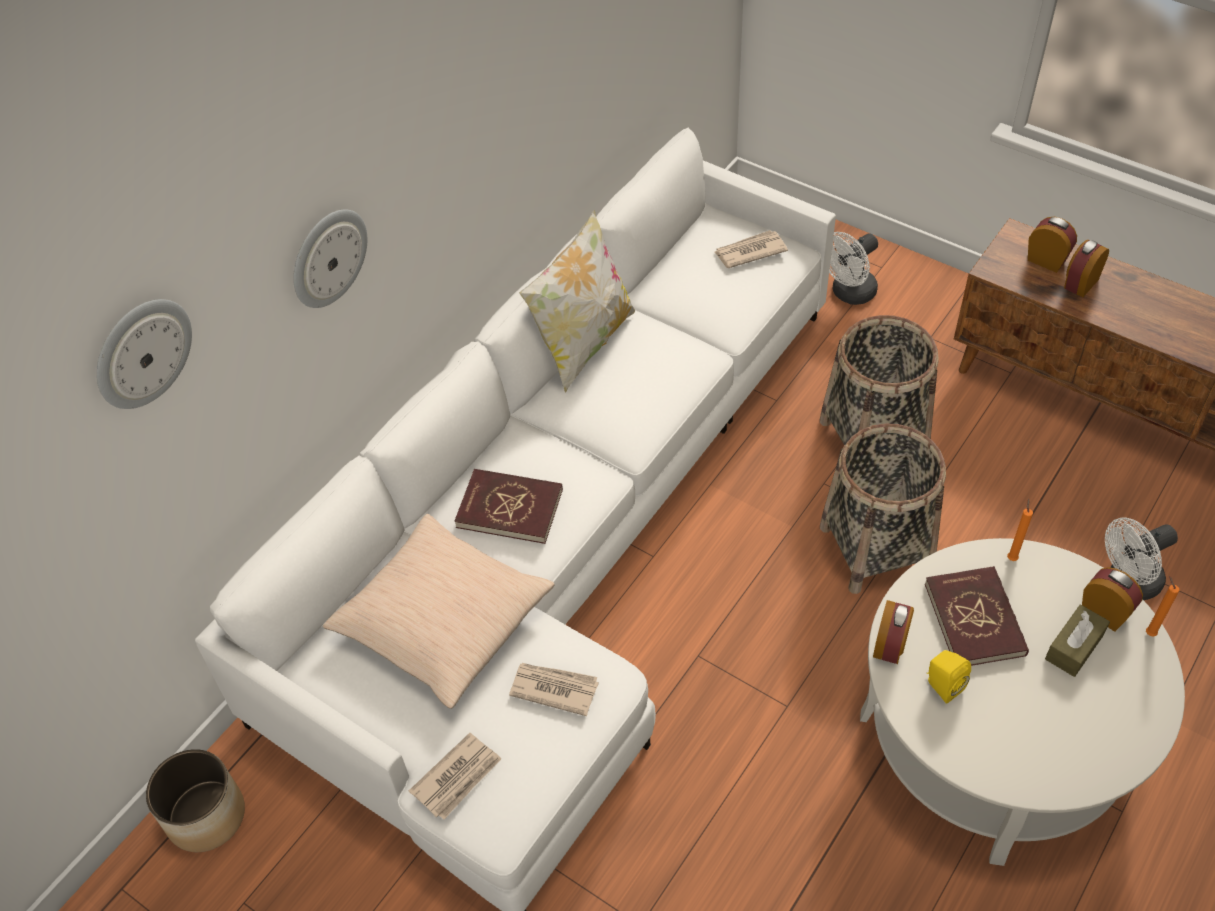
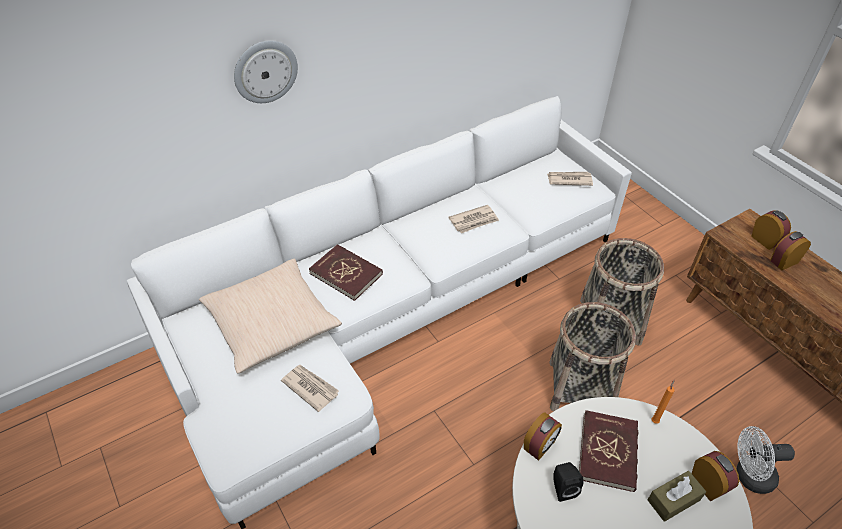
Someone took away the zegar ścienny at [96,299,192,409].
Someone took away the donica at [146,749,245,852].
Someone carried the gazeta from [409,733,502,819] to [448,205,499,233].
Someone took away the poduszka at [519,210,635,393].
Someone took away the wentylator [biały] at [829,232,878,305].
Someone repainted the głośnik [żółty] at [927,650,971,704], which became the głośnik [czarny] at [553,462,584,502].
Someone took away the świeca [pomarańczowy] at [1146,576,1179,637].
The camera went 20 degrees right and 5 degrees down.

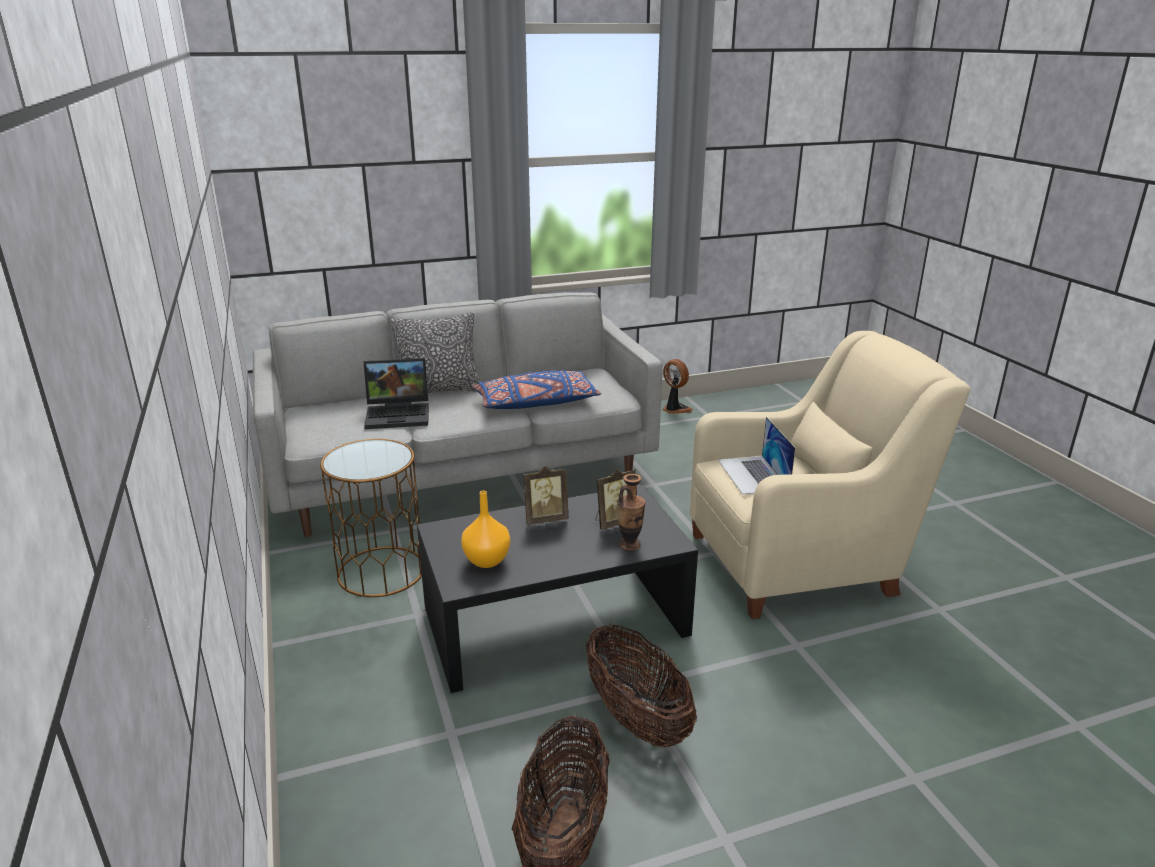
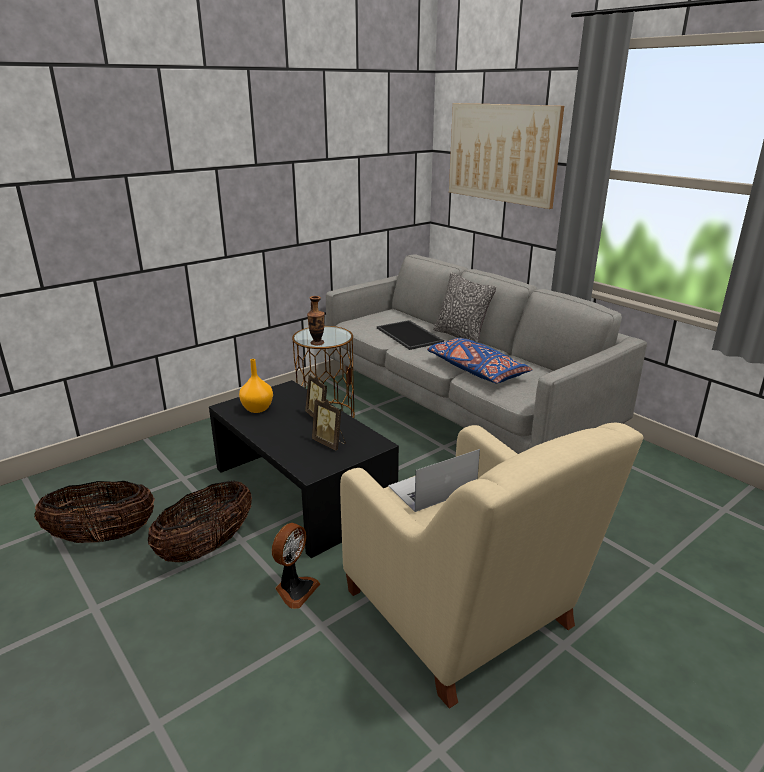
Someone swapped the laptop at [364,358,429,429] for the taca at [377,320,444,350].
Someone carried the wazon from [617,474,646,550] to [307,296,325,345].
Someone carried the wentylator from [662,359,693,414] to [272,523,320,609].
Someone put up the obraz at [449,103,564,209].
The camera went 70 degrees right and 0 degrees up.

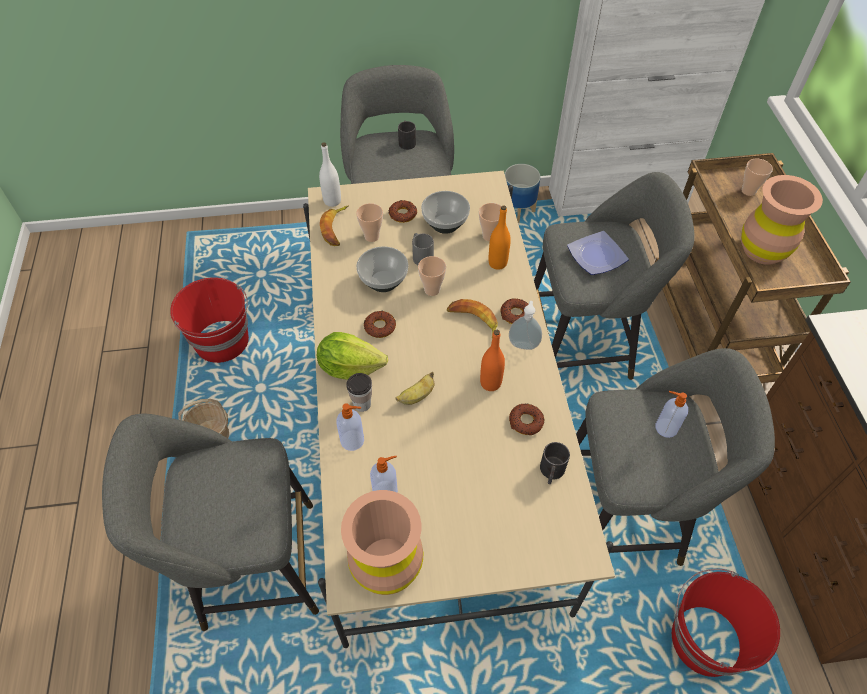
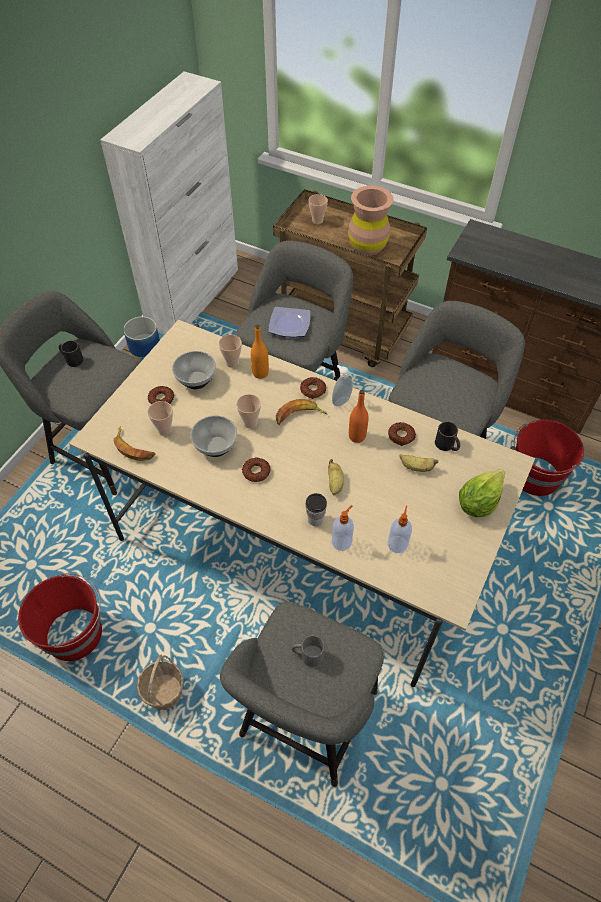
Someone carried the sałata from [317,332,388,380] to [459,469,505,517].
Someone took away the butelka [biały] at [319,142,341,207].
Someone took away the wazon [brązowy] at [341,490,423,595].
Someone carried the kubek [szary] from [412,233,434,265] to [292,635,324,667].
Someone took away the dozownik mydła at [656,391,688,438].
Someone put down the banan at [399,454,438,472].
The camera went 55 degrees left and 0 degrees up.

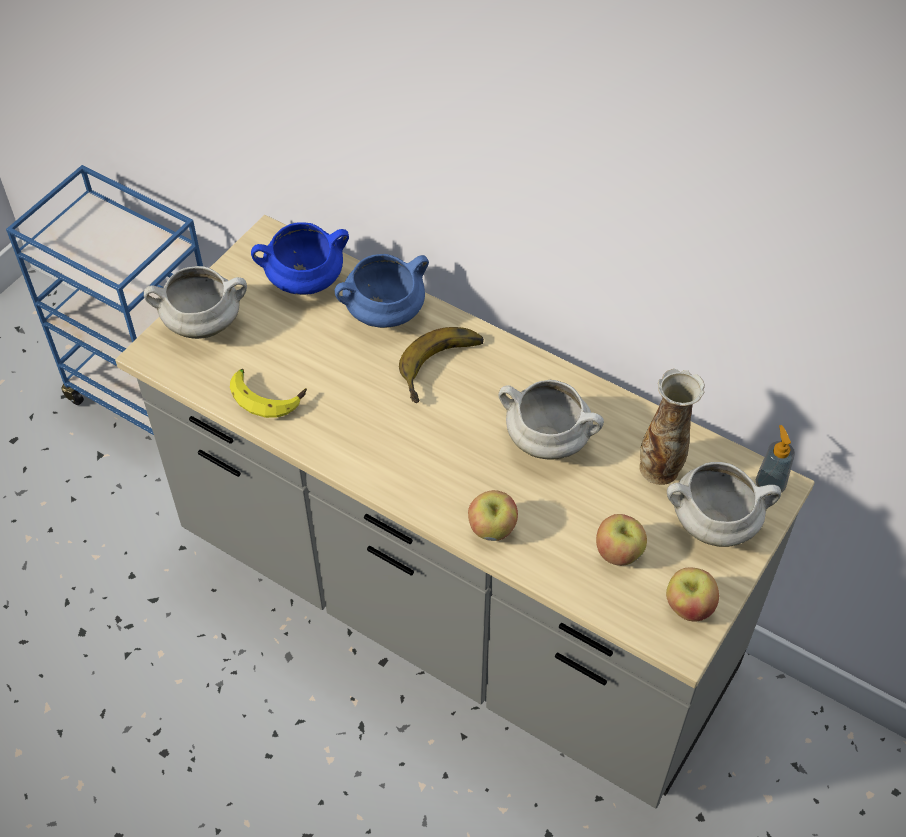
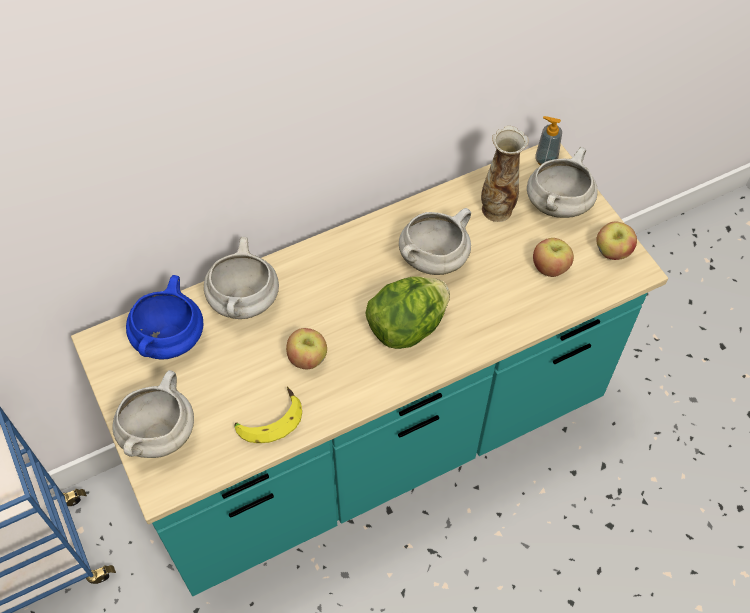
Someone repainted the zabudowa kuchenna [szary] at [115,215,815,809], which became the zabudowa kuchenna [turkusowy] at [71,144,668,596].
Someone repainted the garnek [niebieski] at [335,254,429,328], which became the garnek [biały] at [204,237,279,319].
Someone took away the banan at [399,327,484,403].
Someone carried the jabłko from [468,490,518,541] to [286,328,327,369].
Someone put down the sałata at [365,276,450,349].
The camera went 60 degrees left and 5 degrees up.

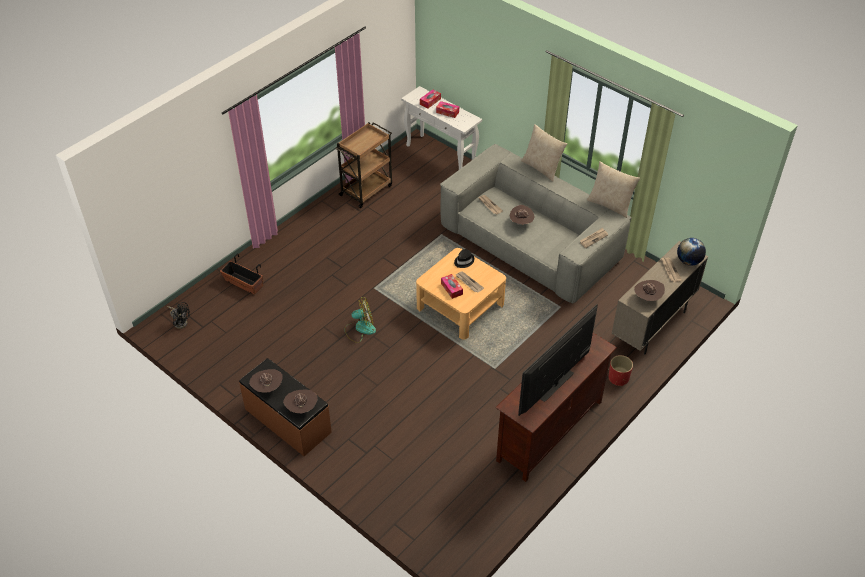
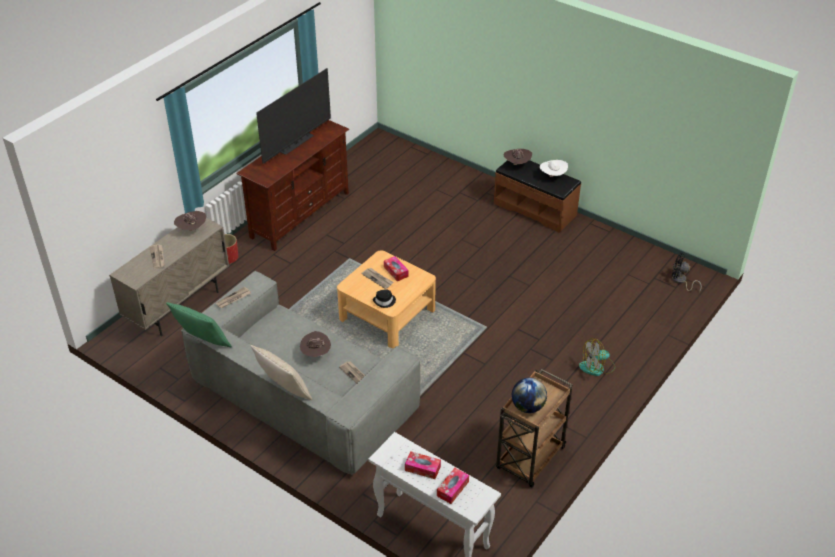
Someone took away the donica at [220,254,263,295].
Someone repainted the kapelusz [brązowy] at [249,369,283,393], which became the kapelusz [biały] at [540,160,568,177].
Someone carried the wentylator from [345,297,376,343] to [579,338,615,376].
Someone repainted the poduszka [beżowy] at [587,162,640,218], which became the poduszka [zielony] at [166,302,232,347].
Someone carried the globus from [677,238,706,266] to [512,378,547,413].
The camera went 175 degrees right and 5 degrees down.

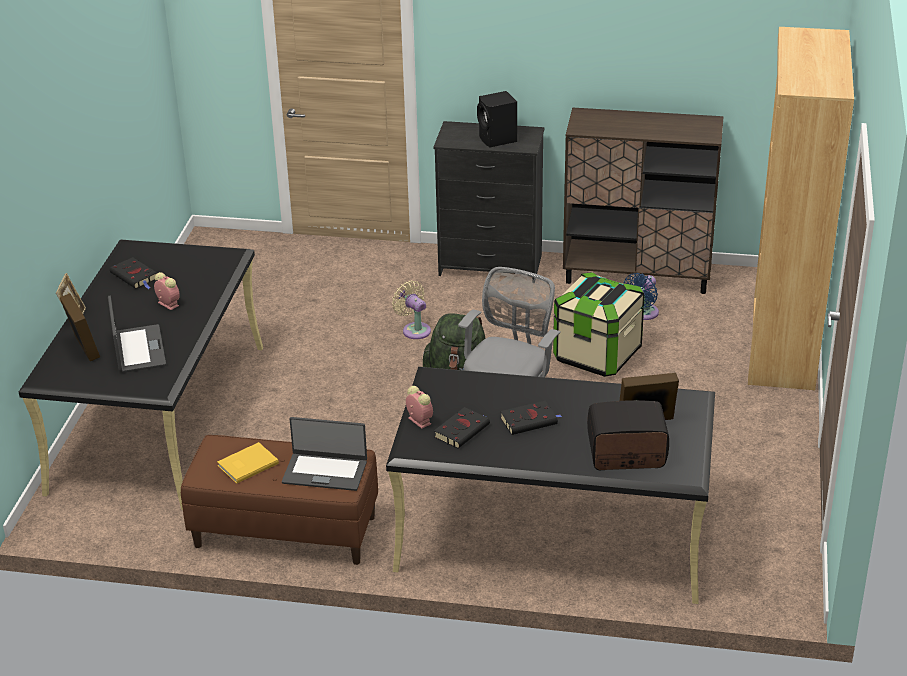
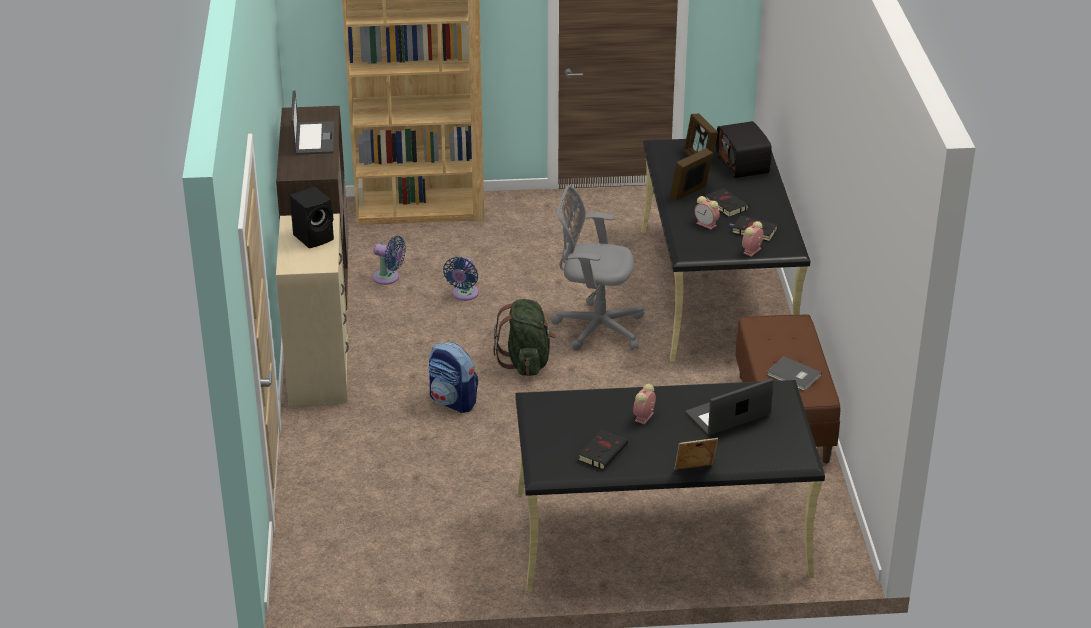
Someone carried the ramka na zdjęcie from [60,293,100,361] to [670,148,713,201].
Someone repainted the książka [żółty] at [217,442,279,483], which became the książka [szary] at [767,357,822,391].
Someone carried the laptop from [282,417,367,491] to [291,91,334,155].
Someone swapped the wentylator [beżowy] at [392,281,431,339] for the plecak at [429,342,478,413].
Someone repainted the komoda [czarny] at [433,121,545,279], which became the komoda [beżowy] at [276,214,349,406].
Someone swapped the pojemnik do przechowywania at [553,272,645,377] for the wentylator [niebieski] at [443,257,479,301].
Someone put down the budzik at [695,196,720,230].
The camera went 105 degrees left and 0 degrees up.

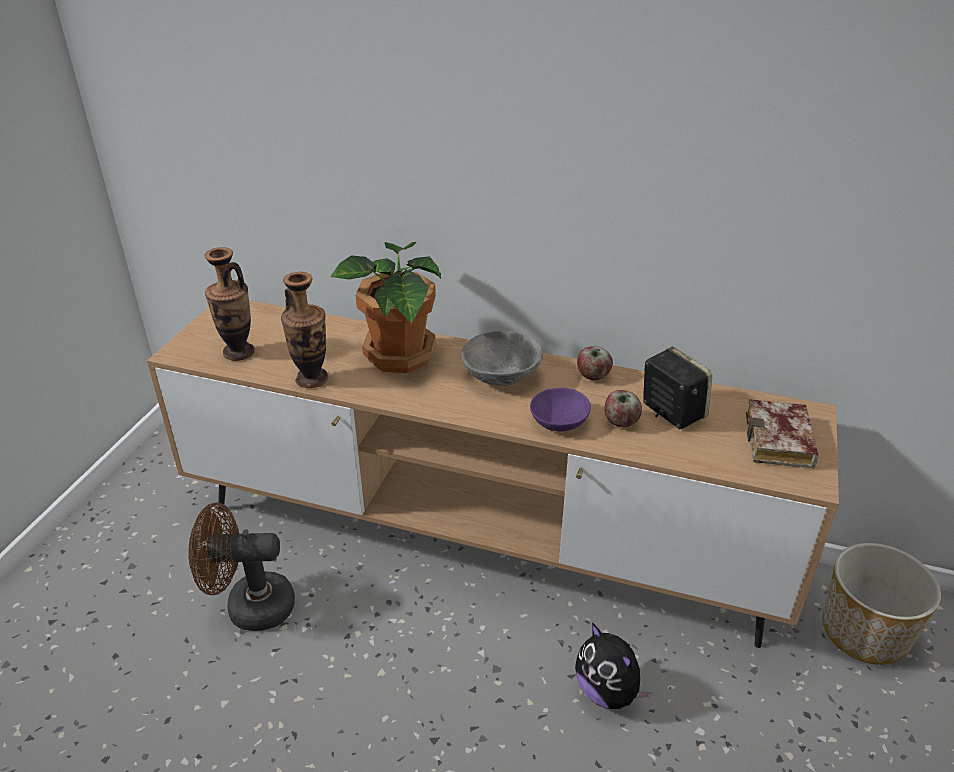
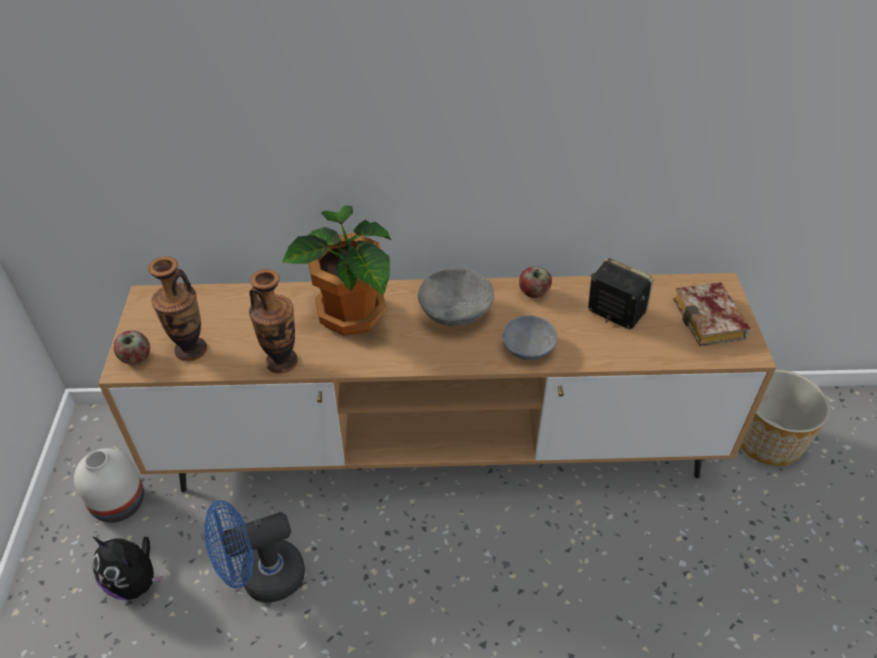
Someone repainted the wentylator [brązowy] at [188,502,295,631], which became the wentylator [niebieski] at [204,500,305,603].
Someone repainted the miska [fioletowy] at [530,388,591,432], which became the miska [szary] at [502,315,557,360].
Someone carried the pluszak from [575,622,652,709] to [92,537,165,600].
Someone carried the jabłko from [604,390,642,427] to [114,331,150,365].
Someone put down the wazon [biały] at [74,448,144,523].
The camera went 20 degrees left and 10 degrees up.

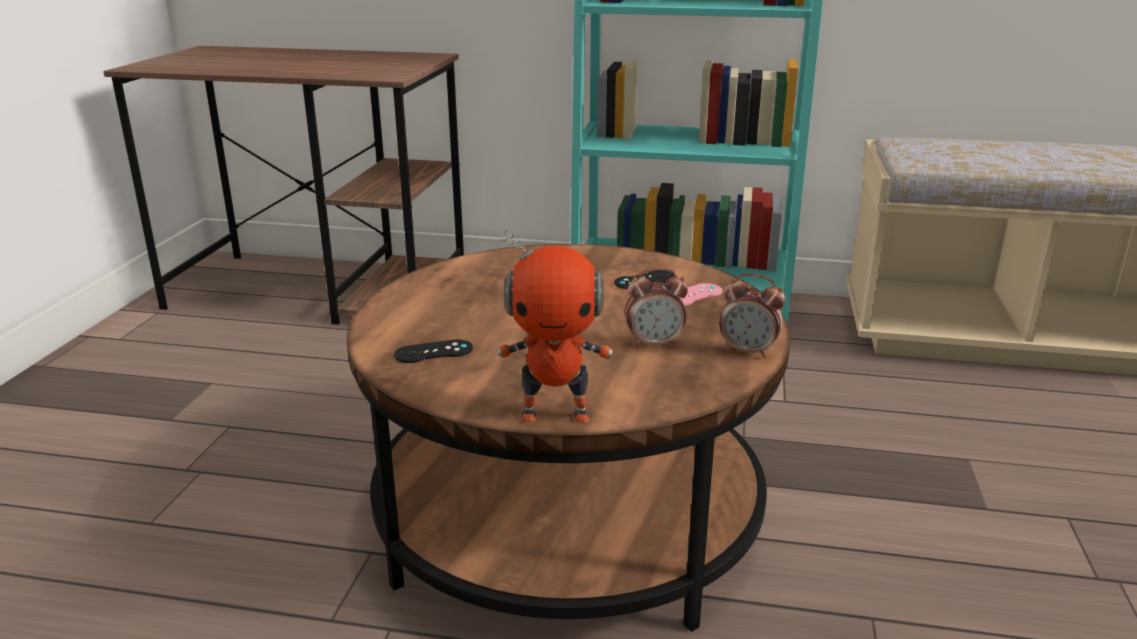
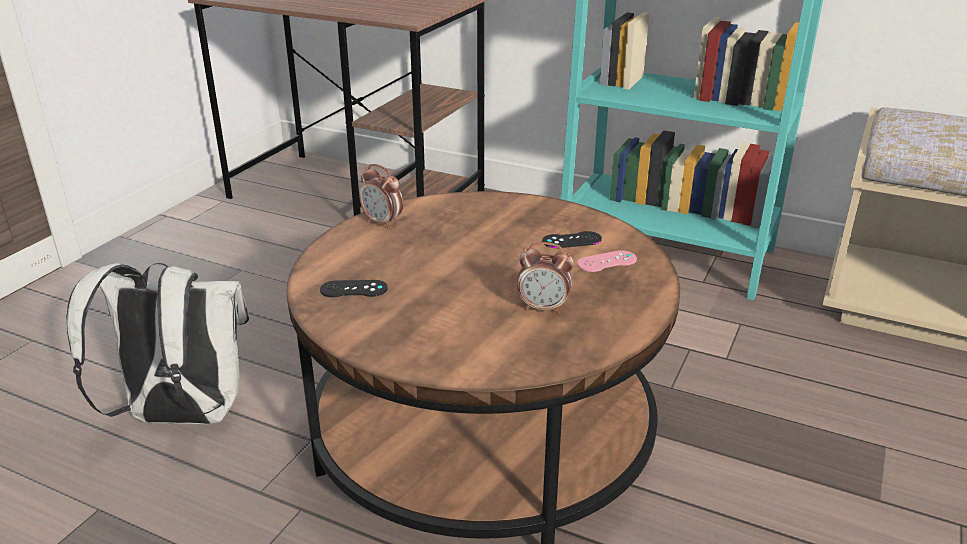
Someone took away the robot zabawkowy at [497,230,613,423].
Someone carried the budzik from [719,273,786,358] to [359,164,403,229].
Someone put down the plecak [biały] at [66,263,249,424].
The camera went 15 degrees right and 5 degrees up.

